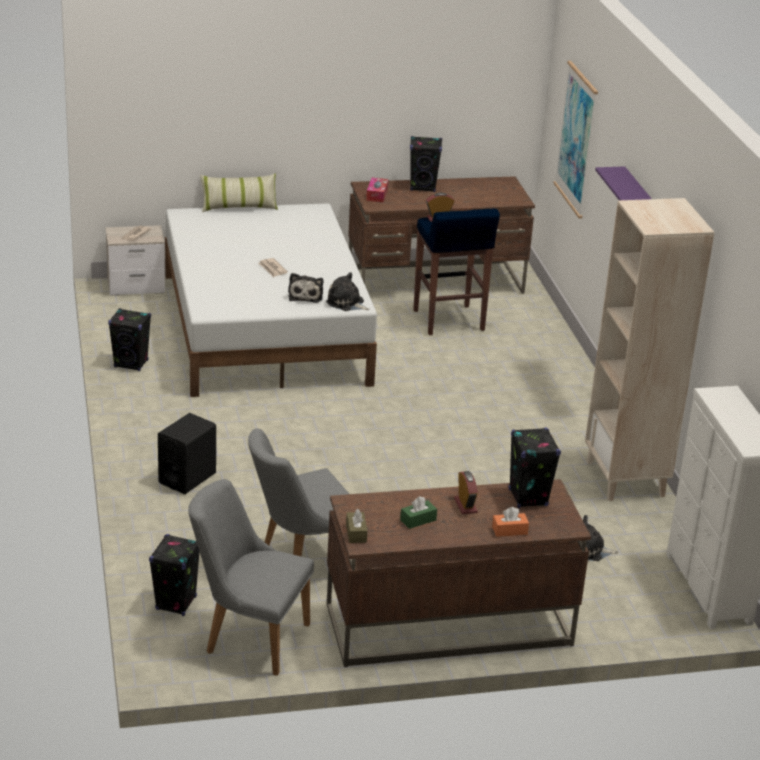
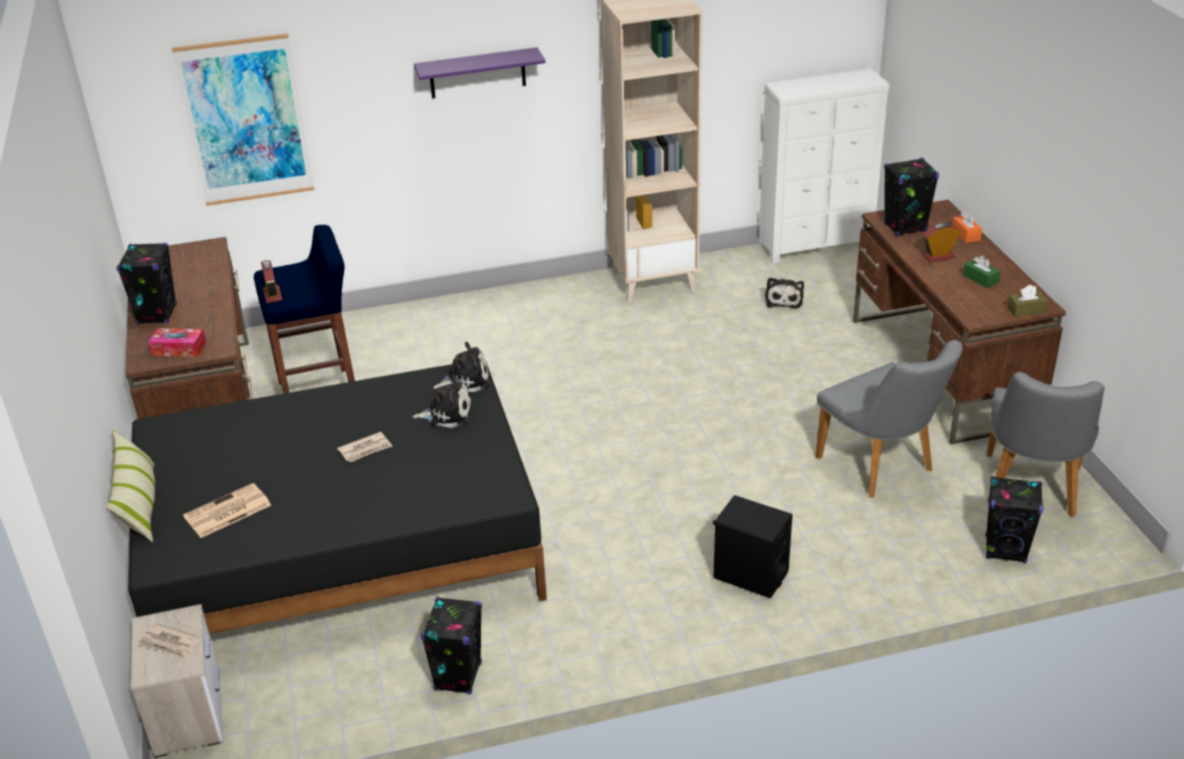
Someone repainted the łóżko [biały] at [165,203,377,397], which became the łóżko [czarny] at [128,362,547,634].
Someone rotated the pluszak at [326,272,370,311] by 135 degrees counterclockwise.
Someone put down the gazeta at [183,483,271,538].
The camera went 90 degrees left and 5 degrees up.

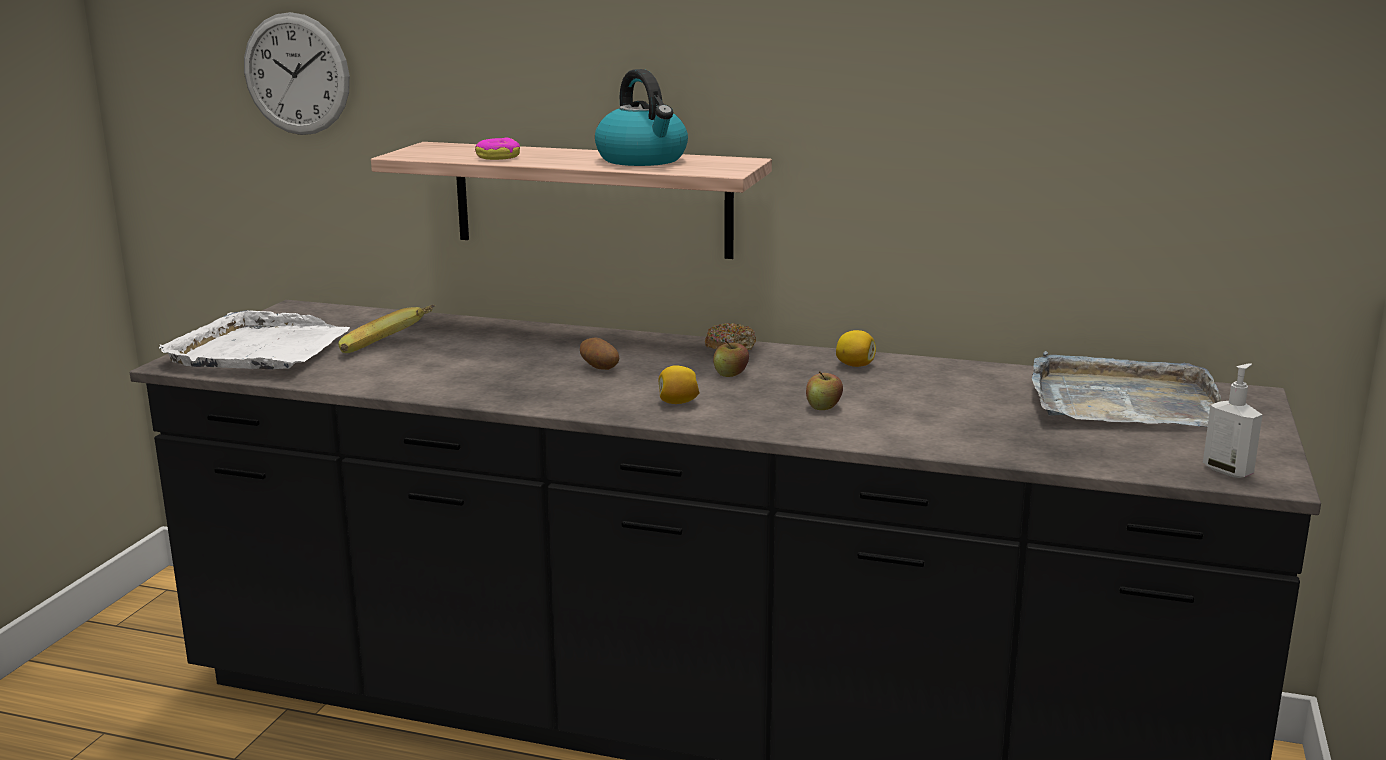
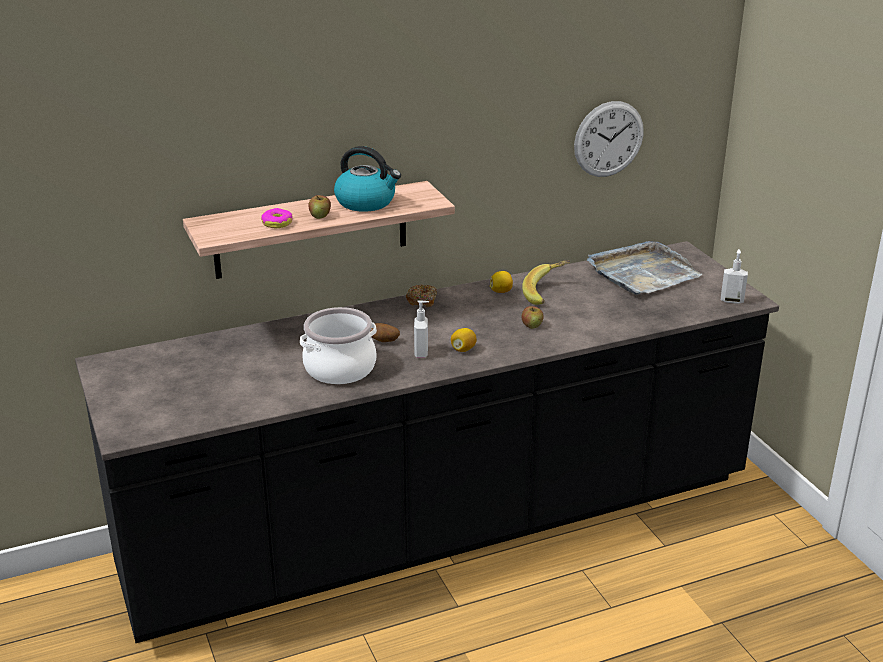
Someone took away the taca [biały] at [159,310,350,369].
Someone carried the zegar ścienny from [244,12,350,135] to [574,101,644,177].
Someone carried the banan from [338,305,435,353] to [522,260,570,305].
Someone carried the jabłko from [713,340,749,377] to [308,195,331,219].
Someone put down the garnek at [300,307,377,384].
Someone put down the dozownik mydła at [414,300,429,358].
The camera went 40 degrees left and 10 degrees up.

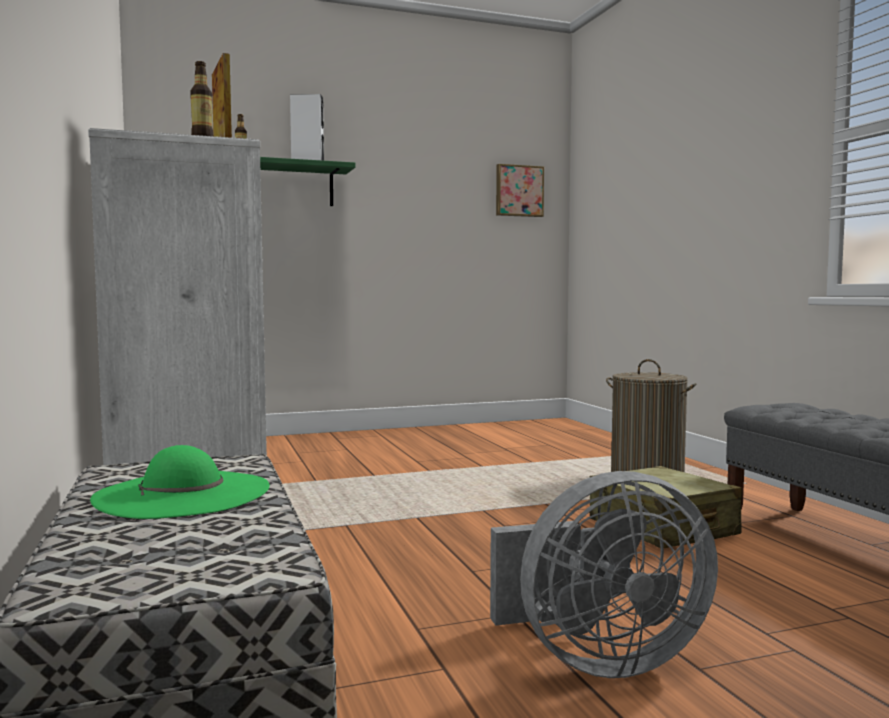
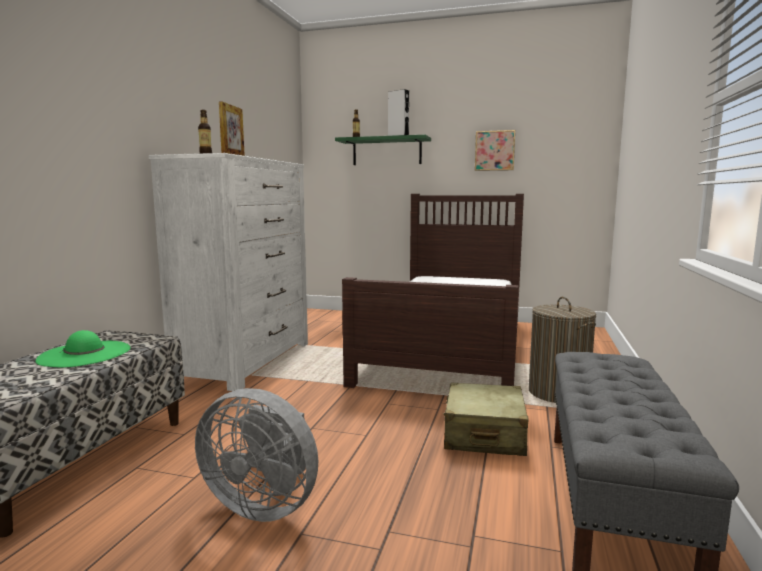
Someone carried the obraz from [496,164,544,217] to [475,130,515,171].
Someone put down the łóżko [brązowy] at [342,194,524,388].
The camera went 35 degrees right and 5 degrees up.

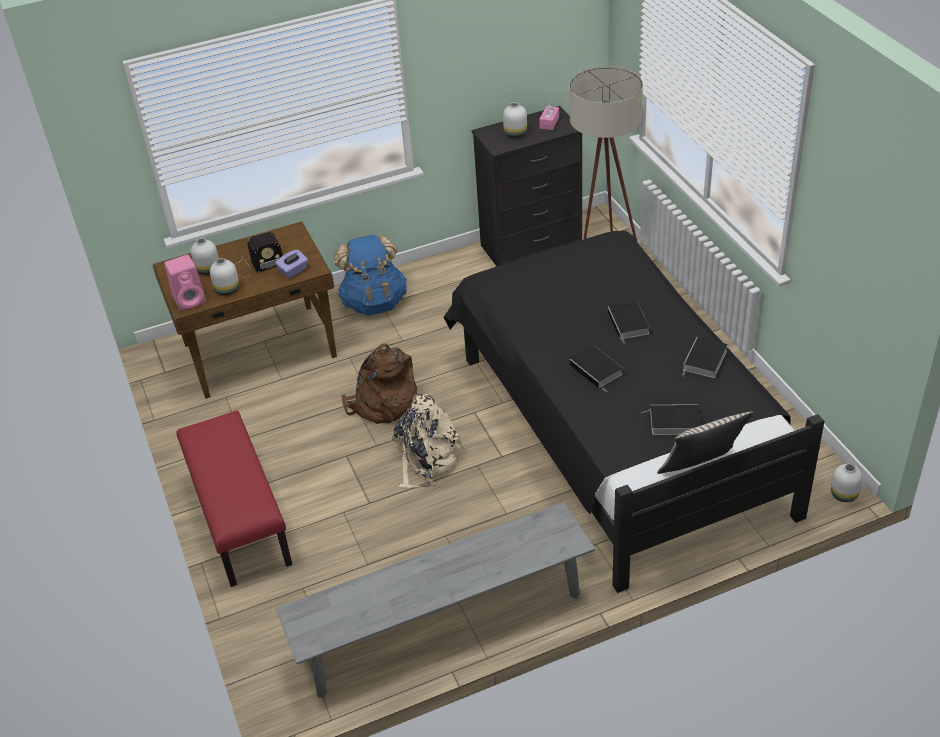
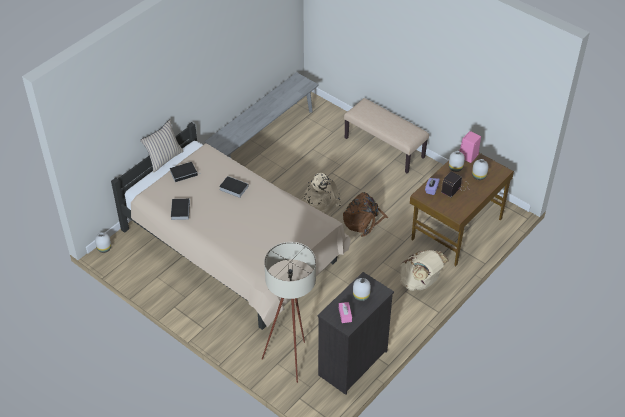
Someone repainted the ławka [czerwony] at [176,411,292,587], which became the ławka [beżowy] at [344,98,429,173].
Someone repainted the plecak [niebieski] at [334,235,407,315], which became the plecak [beżowy] at [400,250,449,291].
Someone repainted the łóżko [czarny] at [444,231,824,593], which became the łóżko [beżowy] at [111,122,351,330].
Someone took away the książka at [608,302,650,344].
The camera went 150 degrees right and 5 degrees up.

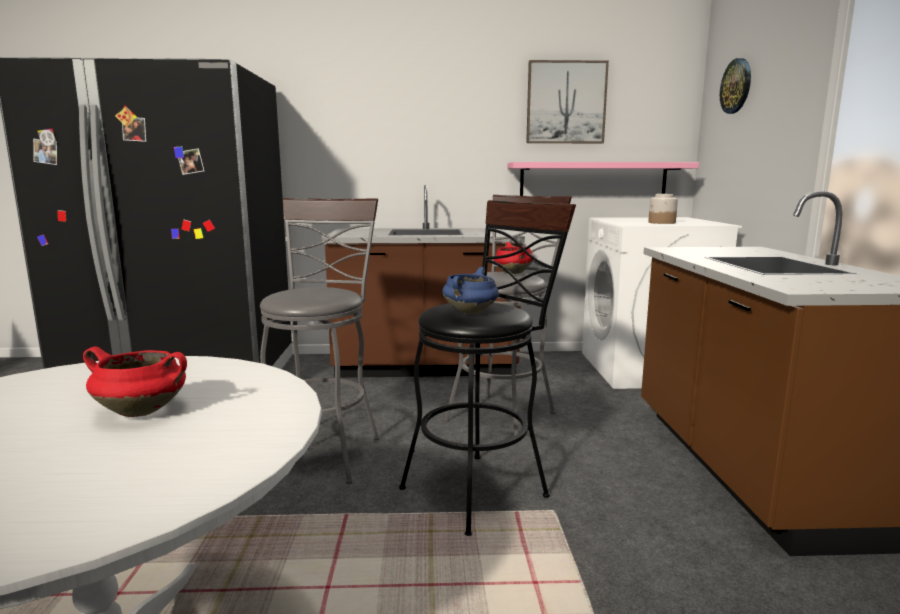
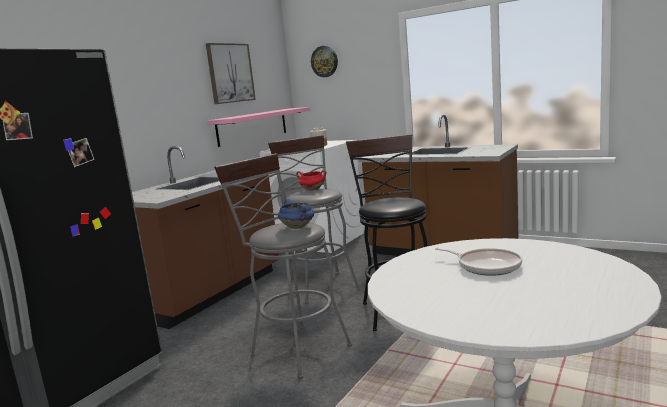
Someone swapped the garnek [czerwony] at [83,347,187,417] for the patelnia at [435,247,523,276].
Someone carried the garnek [niebieski] from [442,267,499,314] to [278,199,314,229].
The camera went 55 degrees left and 0 degrees up.

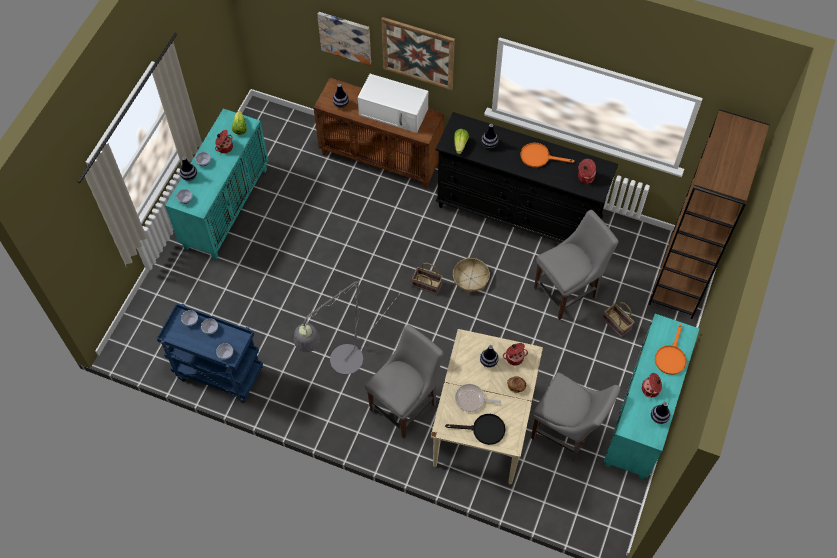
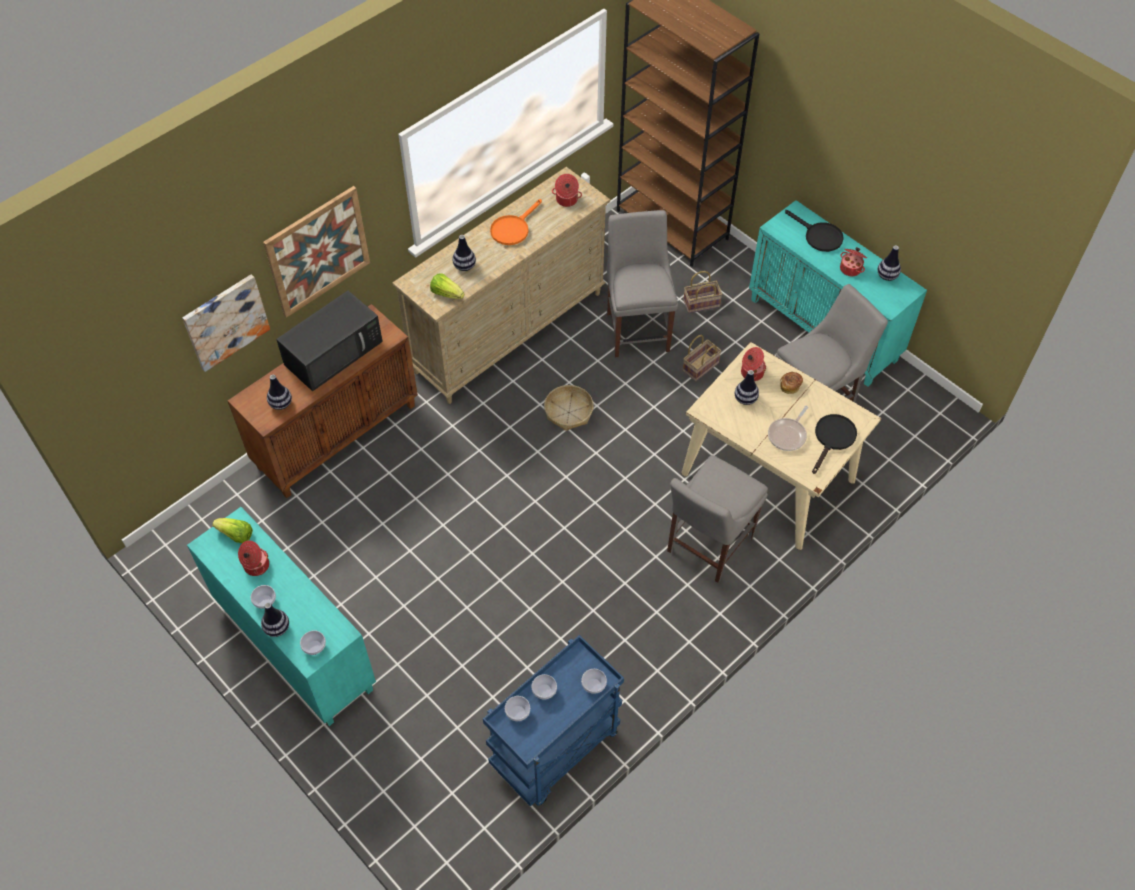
Someone took away the lampa stojąca [szary] at [294,281,399,374].
Someone repainted the mikrofalówka [biały] at [358,74,428,133], which became the mikrofalówka [czarny] at [276,290,383,391].
Someone rotated the krzesło [szary] at [365,325,444,439] by 120 degrees counterclockwise.
Someone carried the koszyk from [412,263,443,295] to [683,335,721,381].
Someone repainted the komoda [czarny] at [435,112,618,243], which became the komoda [beżowy] at [392,167,610,404].
Someone repainted the patelnia [pomarańczowy] at [655,324,687,375], which became the patelnia [czarny] at [785,210,844,252].
The camera went 65 degrees left and 5 degrees down.

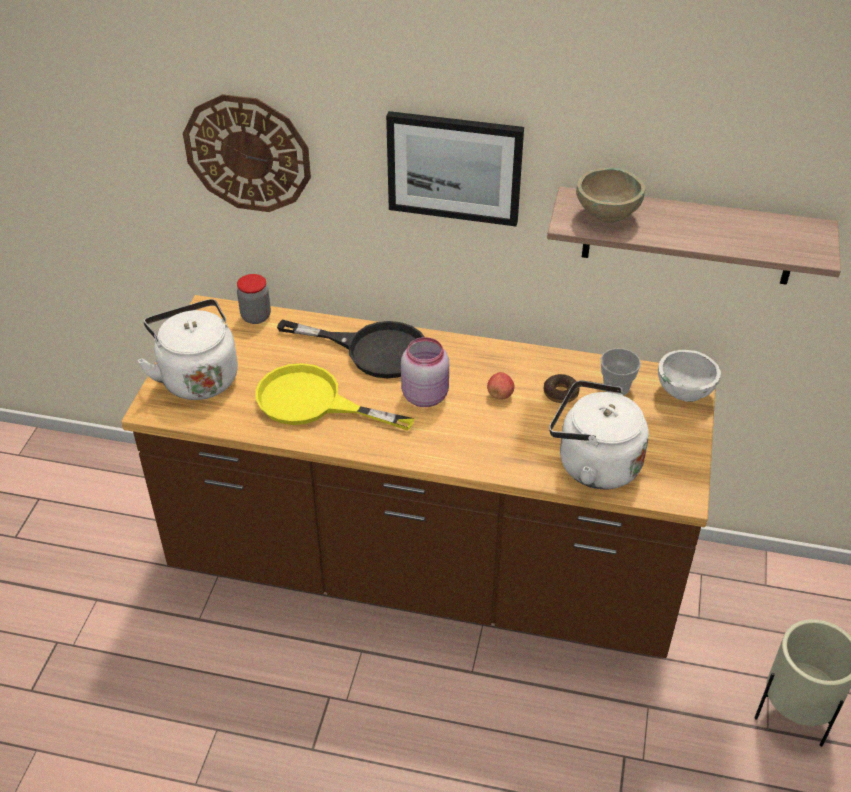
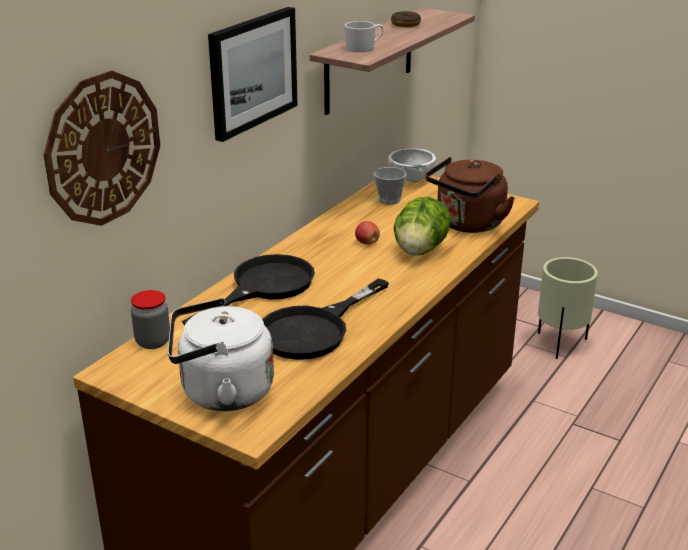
Someone repainted the patelnia [żółty] at [255,363,415,431], which became the patelnia [czarny] at [262,278,389,360].
Someone took away the słoik [różowy] at [401,337,449,407].
Someone carried the donut from [544,374,580,403] to [391,11,421,27].
Someone repainted the czajnik [biały] at [549,380,649,489], which became the czajnik [brązowy] at [426,157,515,233].
Someone swapped the miska [beżowy] at [576,168,645,223] for the kubek [biały] at [345,21,384,52].
Someone put down the sałata at [394,197,451,256].
The camera went 70 degrees left and 15 degrees down.

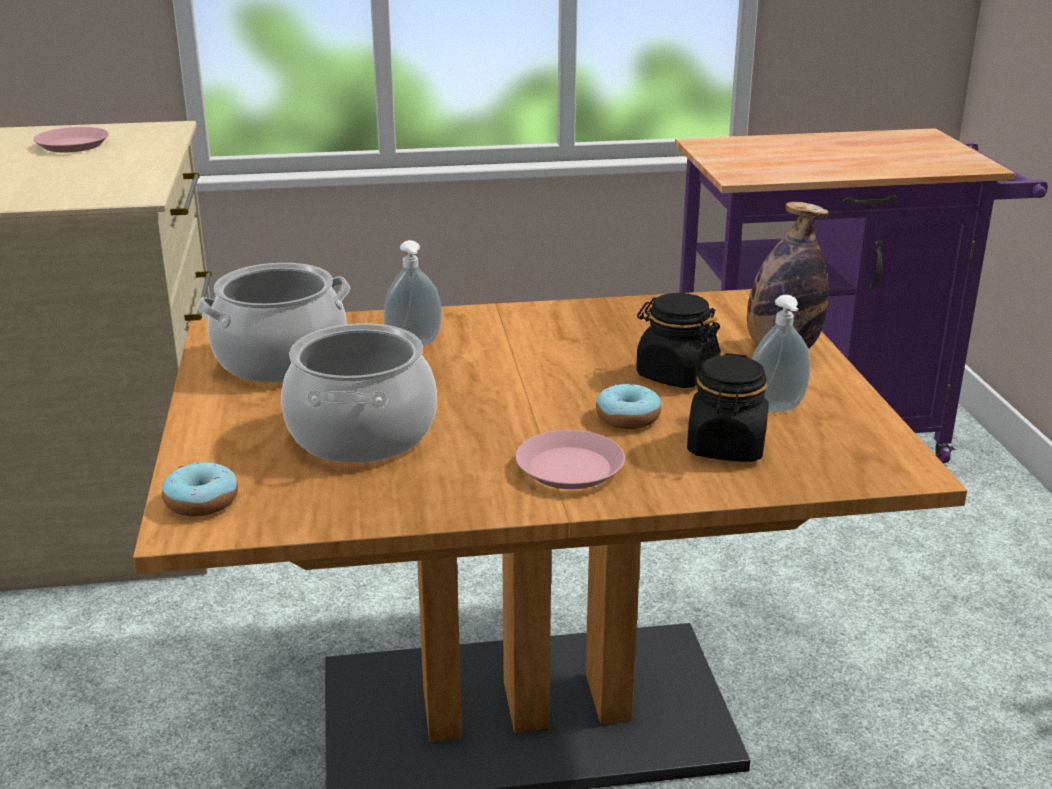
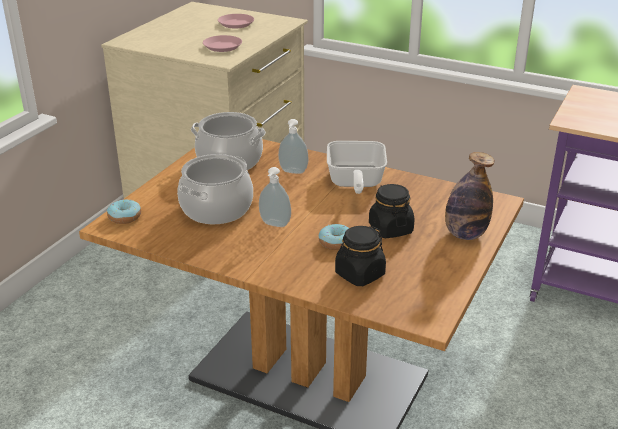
Someone carried the talerz [różowy] from [515,430,625,489] to [203,35,242,52].
Someone carried the dozownik mydła from [752,295,810,413] to [259,167,291,227].
Someone put down the patelnia at [327,141,387,194].
The camera went 35 degrees right and 5 degrees up.

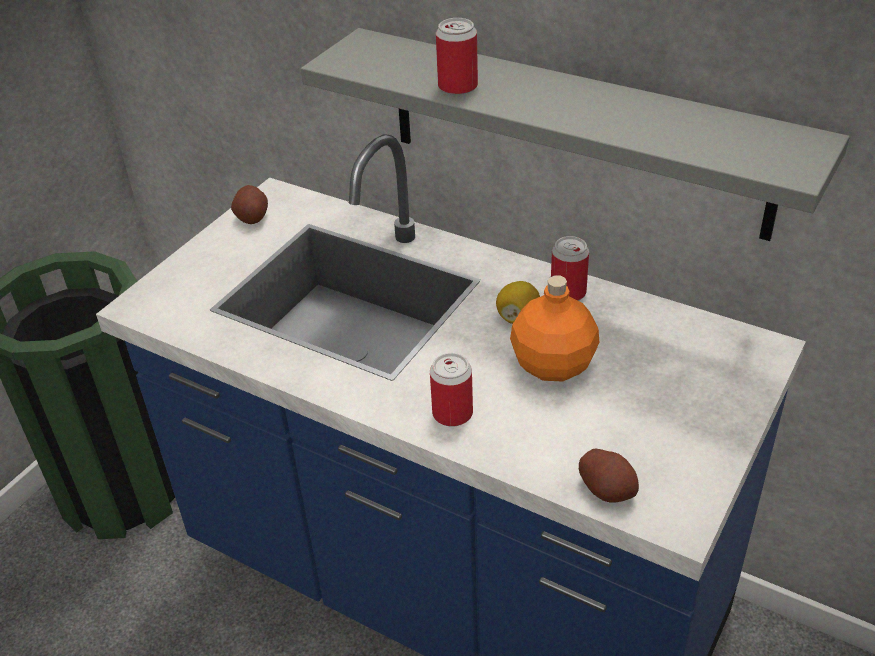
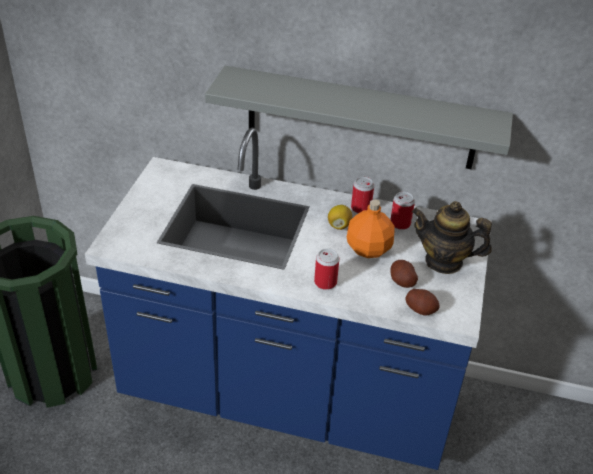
Someone carried the ziemniak from [231,185,268,224] to [391,260,418,288].
Someone carried the puszka from [436,18,478,95] to [391,192,415,230].
Someone put down the imbryk at [412,201,492,274].
The camera went 20 degrees left and 0 degrees up.

